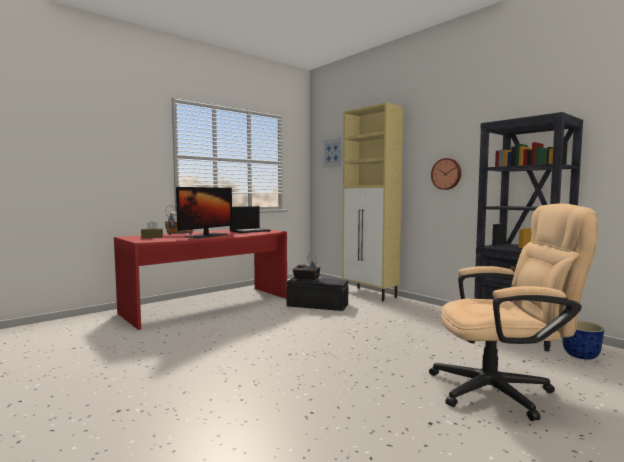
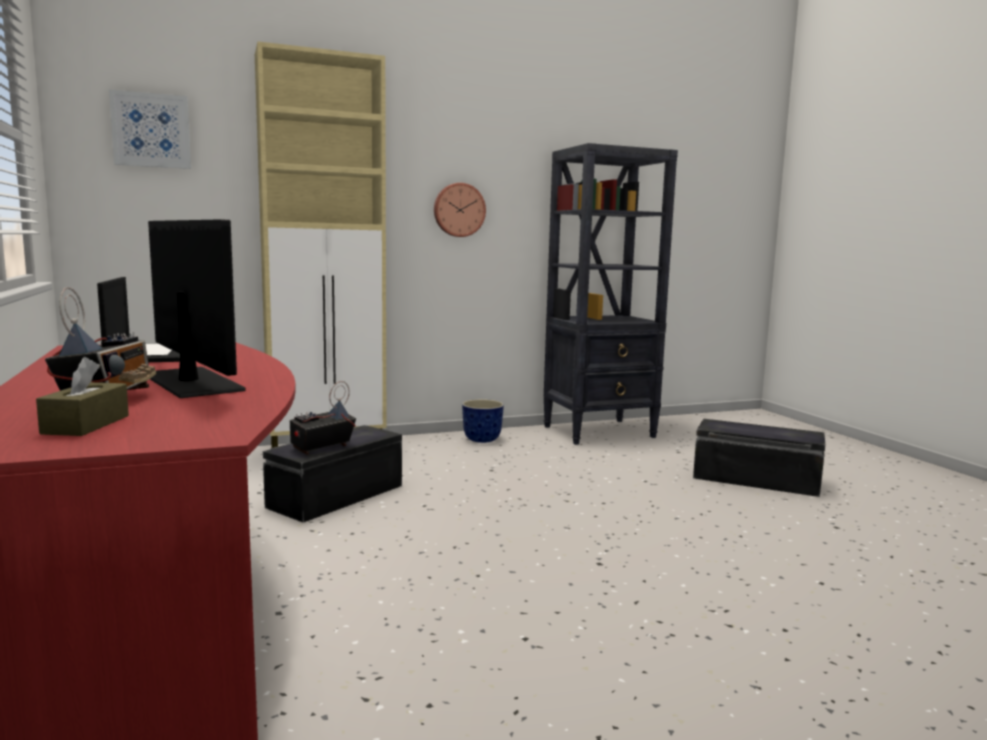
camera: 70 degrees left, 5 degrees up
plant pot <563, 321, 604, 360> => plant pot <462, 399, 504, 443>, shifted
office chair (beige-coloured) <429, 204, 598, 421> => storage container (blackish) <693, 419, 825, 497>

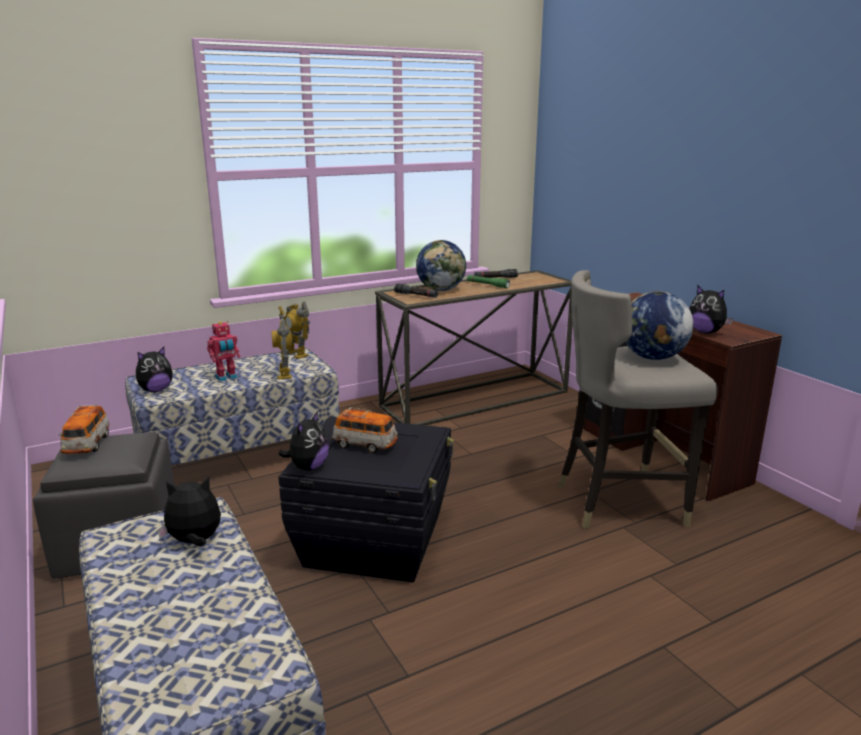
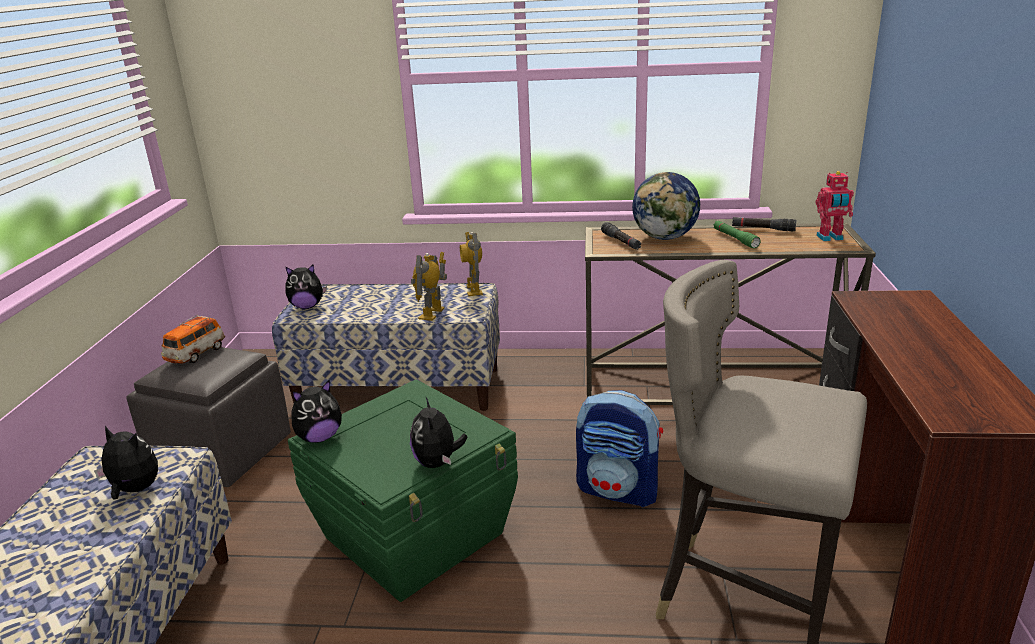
camera: 35 degrees right, 5 degrees up
toy car <332, 407, 398, 453> => nothing
globe <625, 291, 694, 360> => nothing
nothing => backpack <576, 390, 663, 507>
robot figure <207, 321, 240, 382> => robot figure <816, 171, 854, 241>, shifted
soft toy <690, 286, 733, 333> => soft toy <410, 396, 467, 468>, shifted
storage container (blackish) <278, 417, 454, 582> => storage container (green) <288, 379, 518, 602>

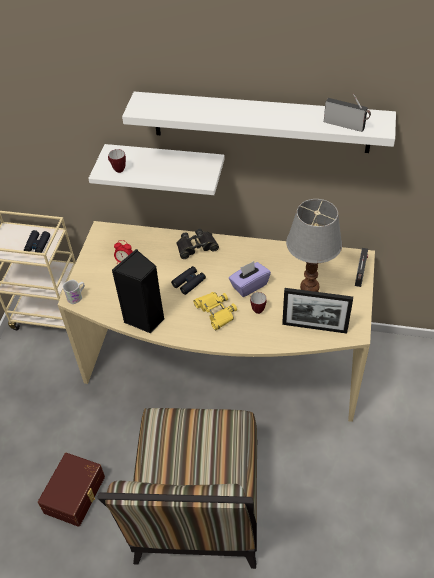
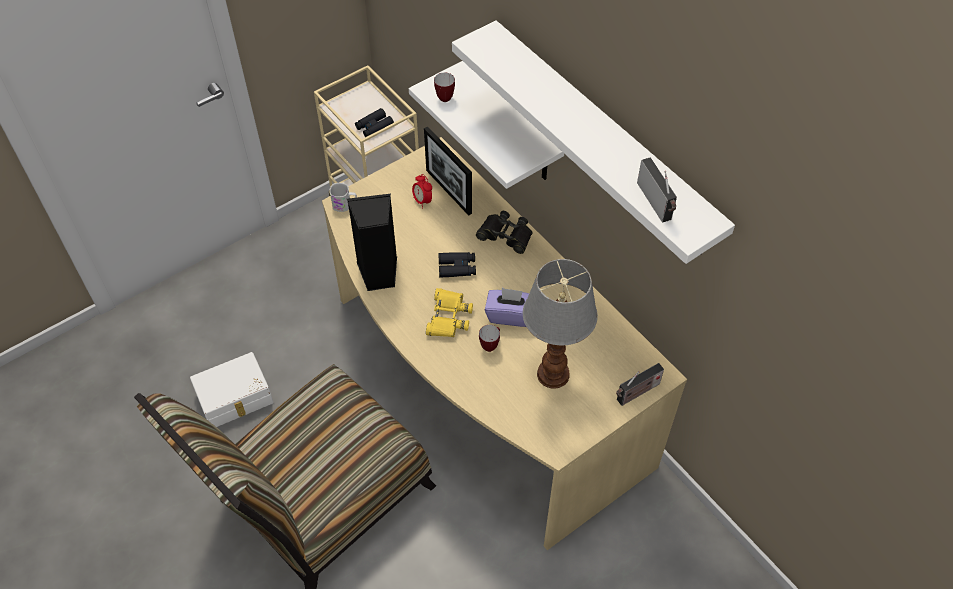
camera: 40 degrees right, 5 degrees up
standing frame <282, 288, 353, 334> => standing frame <424, 126, 472, 216>, shifted
storage container (brownish) <38, 453, 105, 527> => storage container (white-coloured) <190, 352, 273, 427>

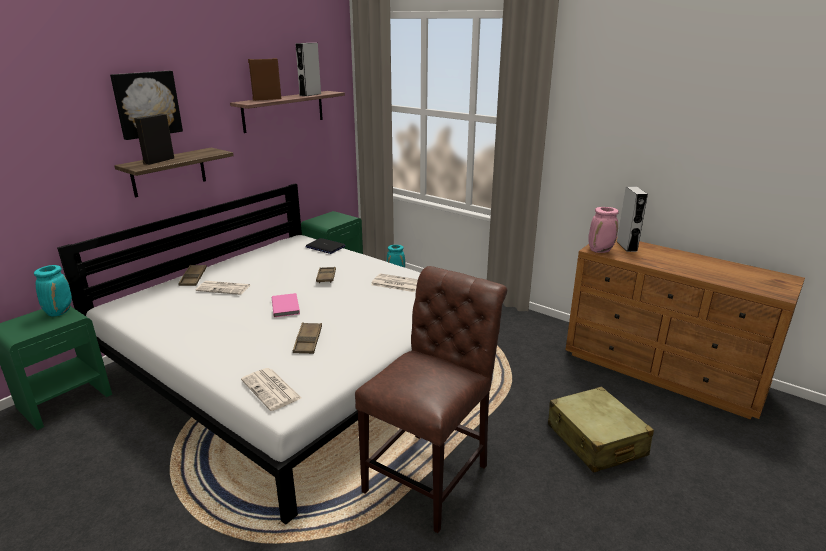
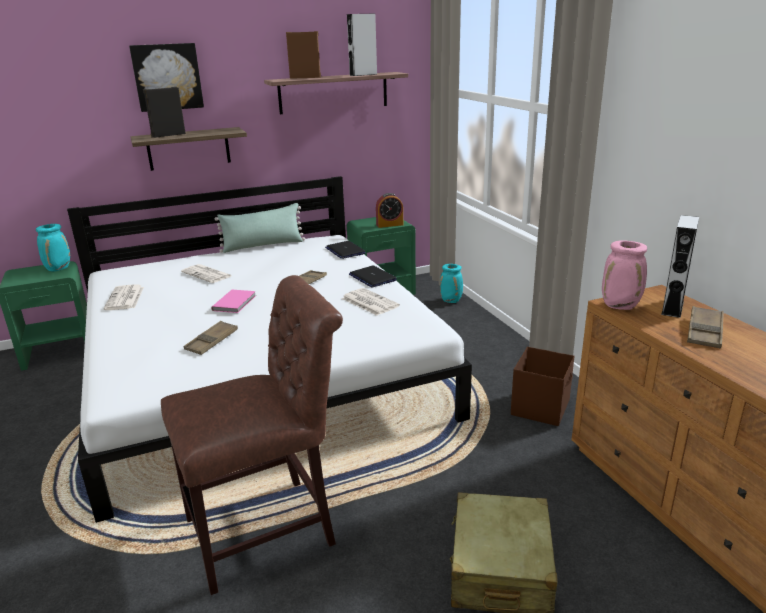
camera: 30 degrees right, 0 degrees up
nothing => throw pillow (green) <215, 203, 305, 253>
nothing => laptop <349, 265, 397, 288>
nothing => bedside clock <376, 193, 403, 228>
nothing => storage container (brownish) <511, 347, 575, 426>
carrying tray (brownish) <179, 265, 207, 286> => carrying tray (brownish) <687, 306, 724, 348>, shifted
daily paper <241, 368, 301, 411> => daily paper <104, 284, 144, 310>, shifted

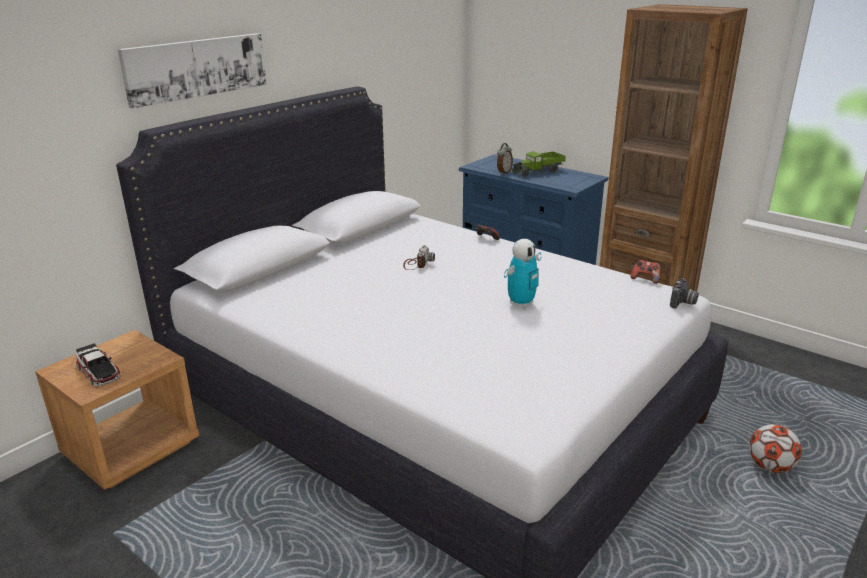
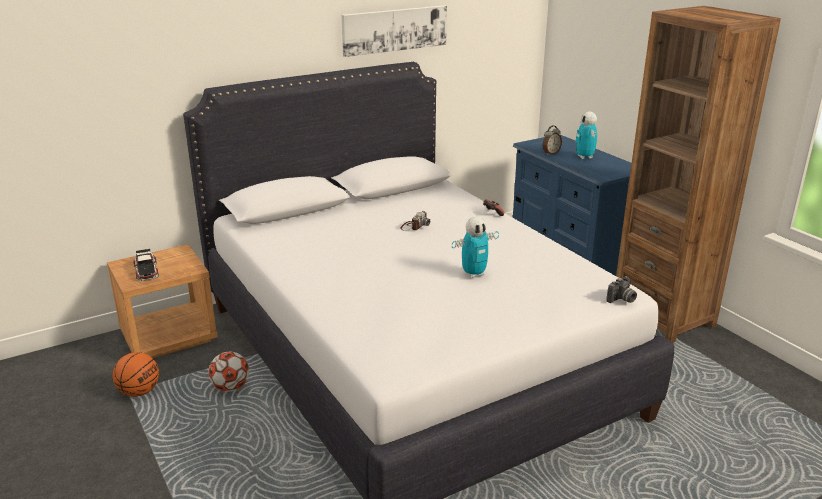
camera: 20 degrees right, 0 degrees up
game controller <630, 260, 660, 284> => nothing
nothing => basketball ball <113, 352, 159, 397>
wall picture <118, 33, 266, 109> => wall picture <341, 5, 447, 57>, shifted
football <749, 424, 802, 473> => football <209, 352, 249, 392>, shifted
toy lorry <512, 151, 566, 178> => robot figure <575, 111, 597, 159>

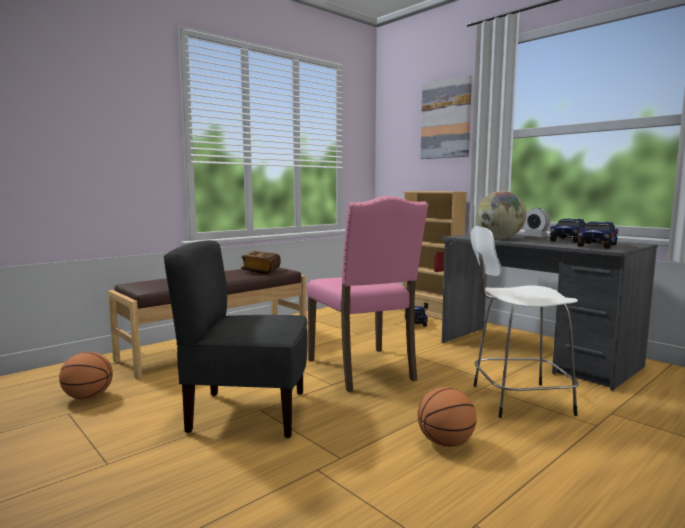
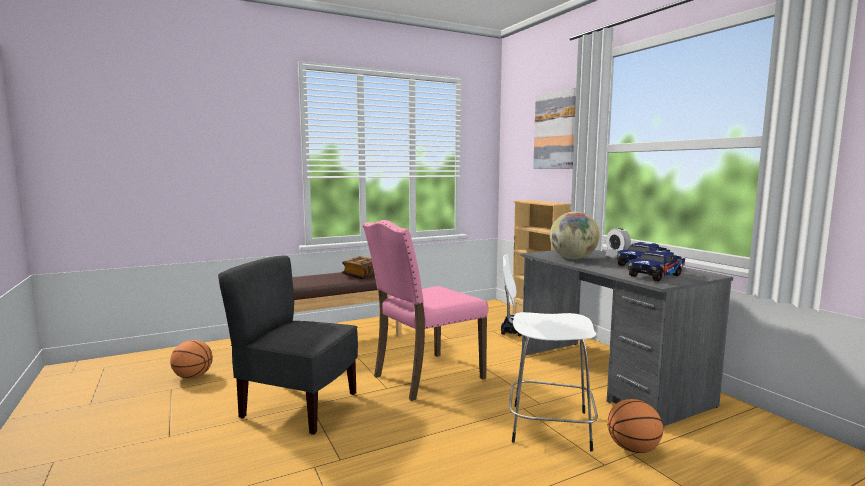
camera: 15 degrees right, 0 degrees up
basketball ball <418, 387, 477, 447> => basketball ball <607, 399, 663, 453>, shifted
plain chair (pink-coloured) <307, 196, 428, 392> => plain chair (pink-coloured) <362, 220, 489, 401>, 60 degrees clockwise

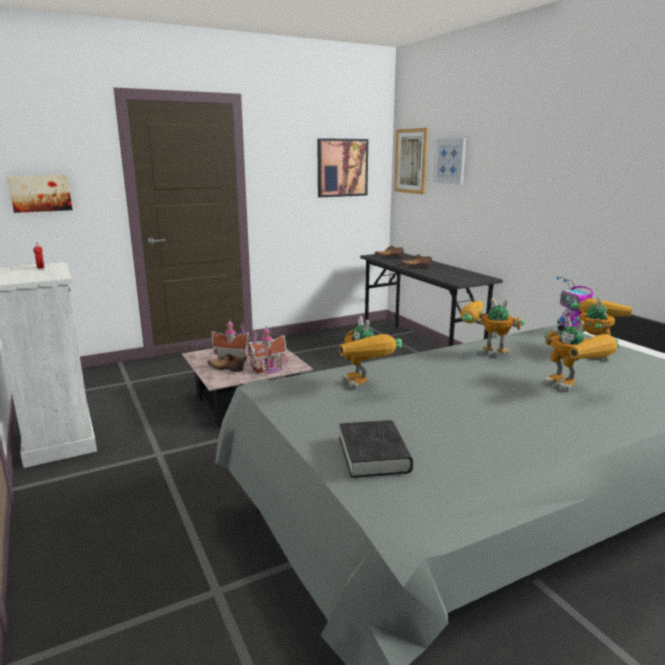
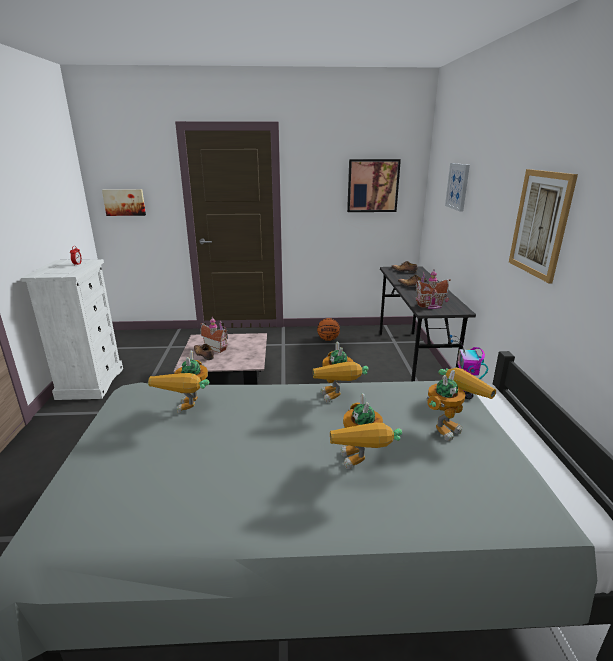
camera: 25 degrees right, 5 degrees up
bound book (blackish) <339, 420, 413, 478> => nothing
nothing => basketball ball <317, 318, 340, 341>
miniature house <246, 328, 289, 374> => miniature house <415, 270, 451, 309>, shifted
wall picture <394, 128, 428, 194> => wall picture <509, 169, 578, 284>, shifted
robot figure <460, 298, 525, 353> => robot figure <313, 341, 369, 402>, 150 degrees counterclockwise

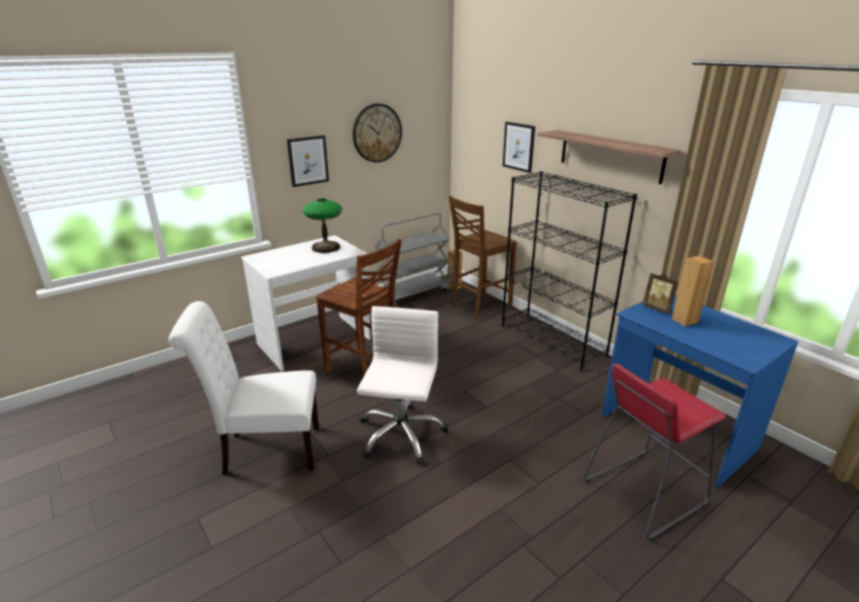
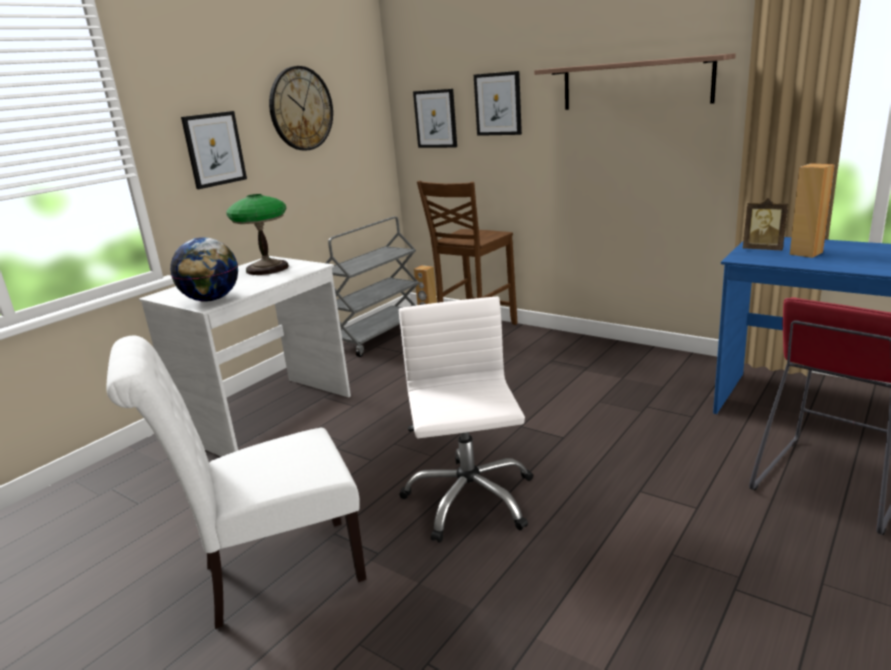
camera: 15 degrees left, 5 degrees down
plain chair (brownish) <316, 239, 402, 375> => nothing
bookcase (blackish) <502, 171, 637, 371> => nothing
nothing => globe <170, 237, 238, 302>
nothing => wall picture <413, 89, 457, 148>

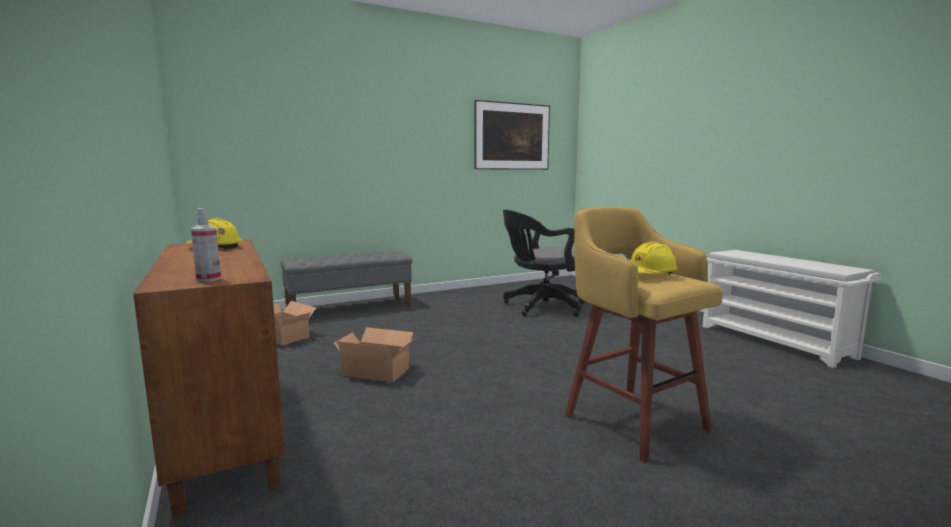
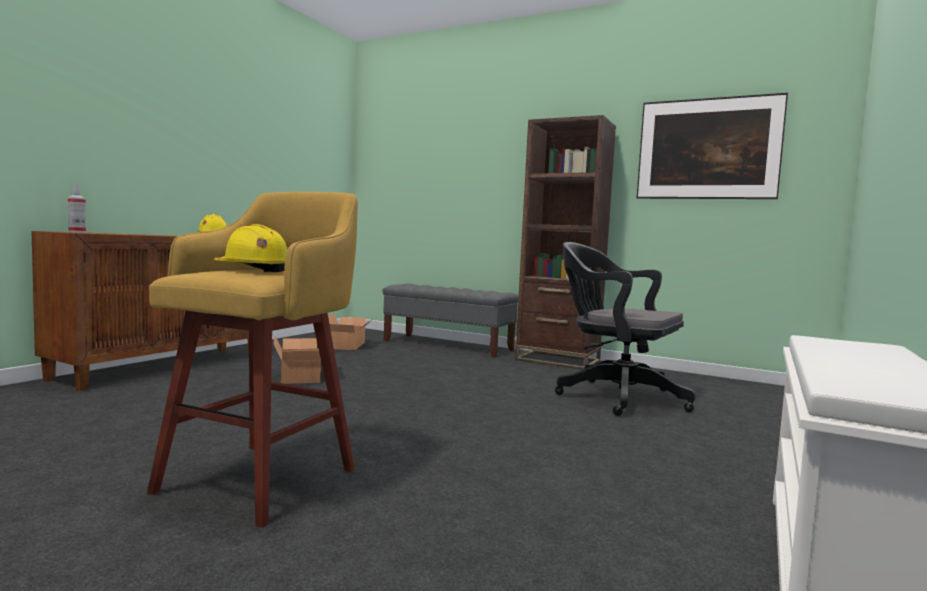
camera: 55 degrees right, 5 degrees down
nothing => bookcase (brownish) <515, 115, 616, 370>

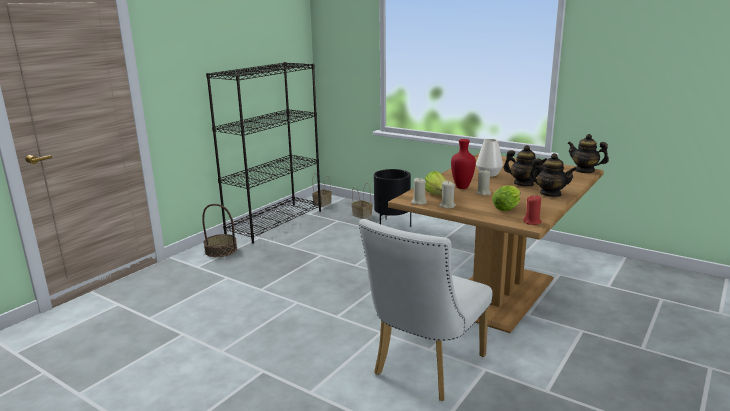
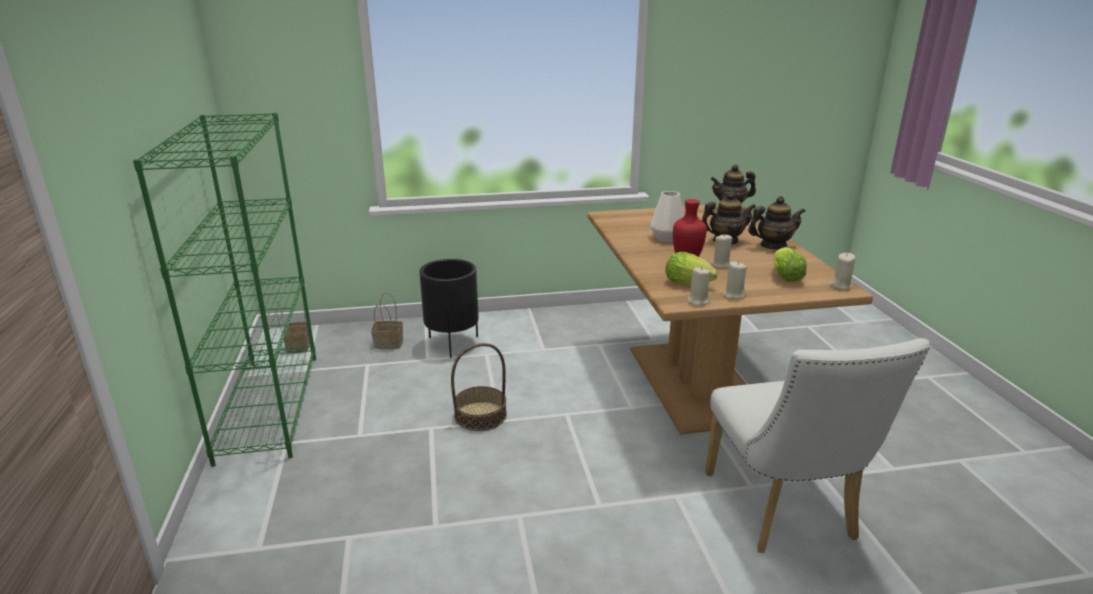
camera: 45 degrees left, 5 degrees up
household basket <202, 204, 237, 257> => household basket <451, 343, 507, 431>, shifted
bookcase (blackish) <206, 62, 321, 244> => bookcase (green) <133, 113, 316, 467>
wax light (red) <523, 195, 542, 225> => wax light (beige-coloured) <830, 253, 856, 290>

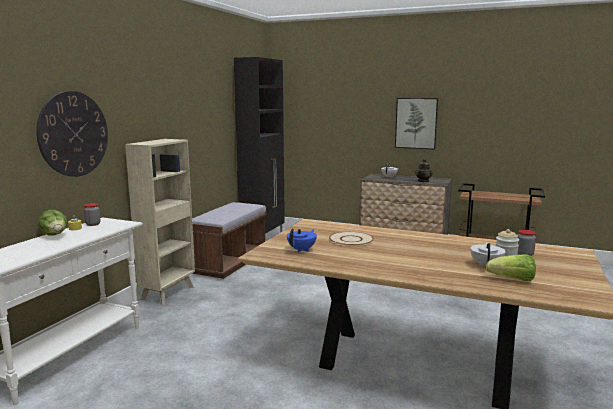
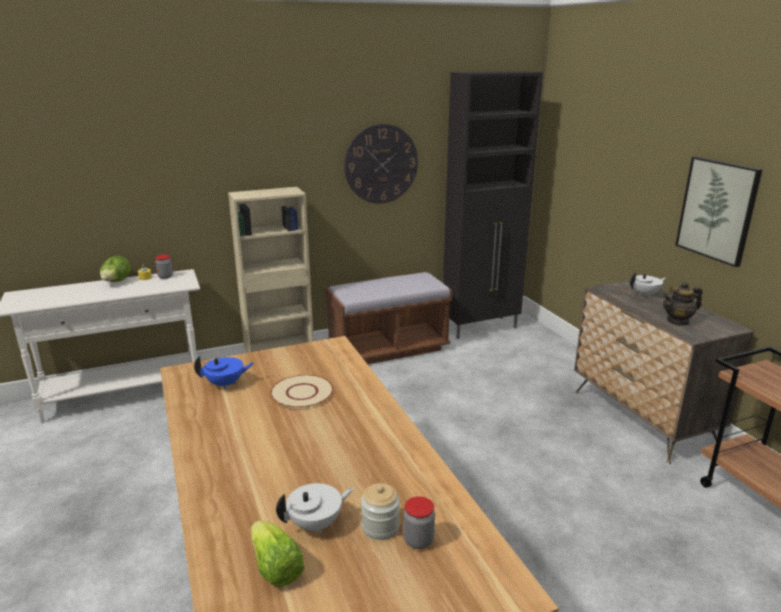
camera: 45 degrees right, 10 degrees up
wall clock <36, 91, 108, 177> => wall clock <344, 124, 418, 204>, shifted

